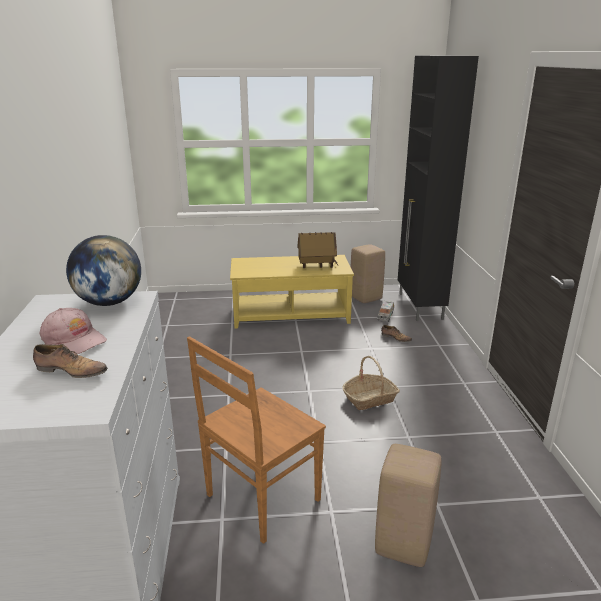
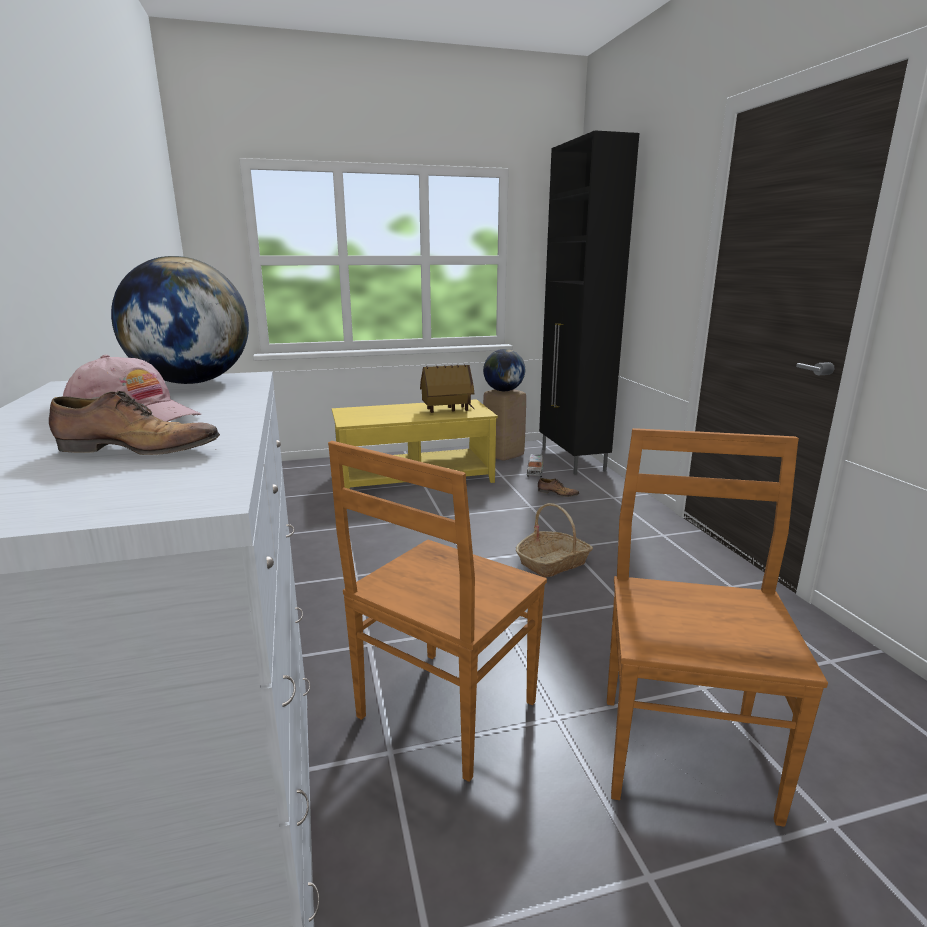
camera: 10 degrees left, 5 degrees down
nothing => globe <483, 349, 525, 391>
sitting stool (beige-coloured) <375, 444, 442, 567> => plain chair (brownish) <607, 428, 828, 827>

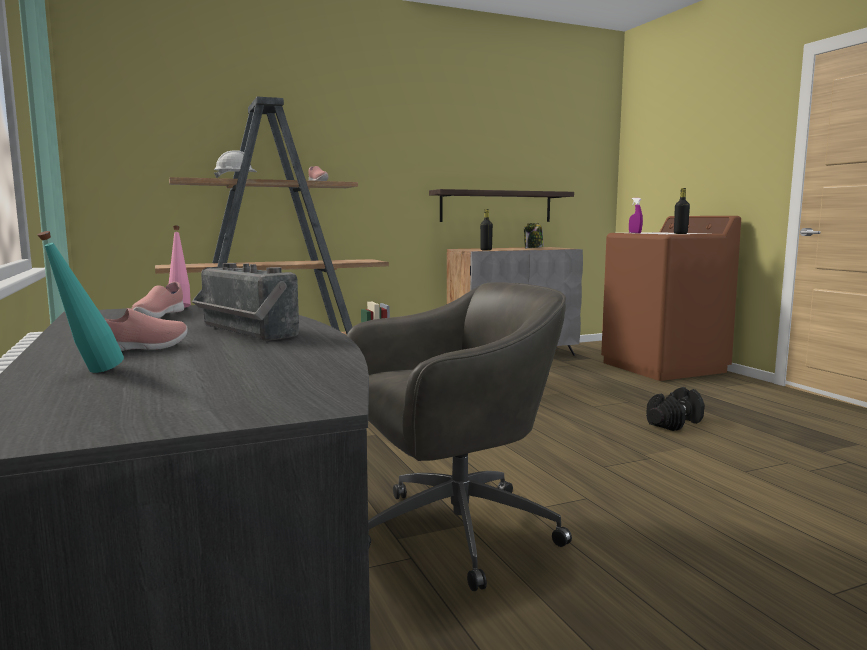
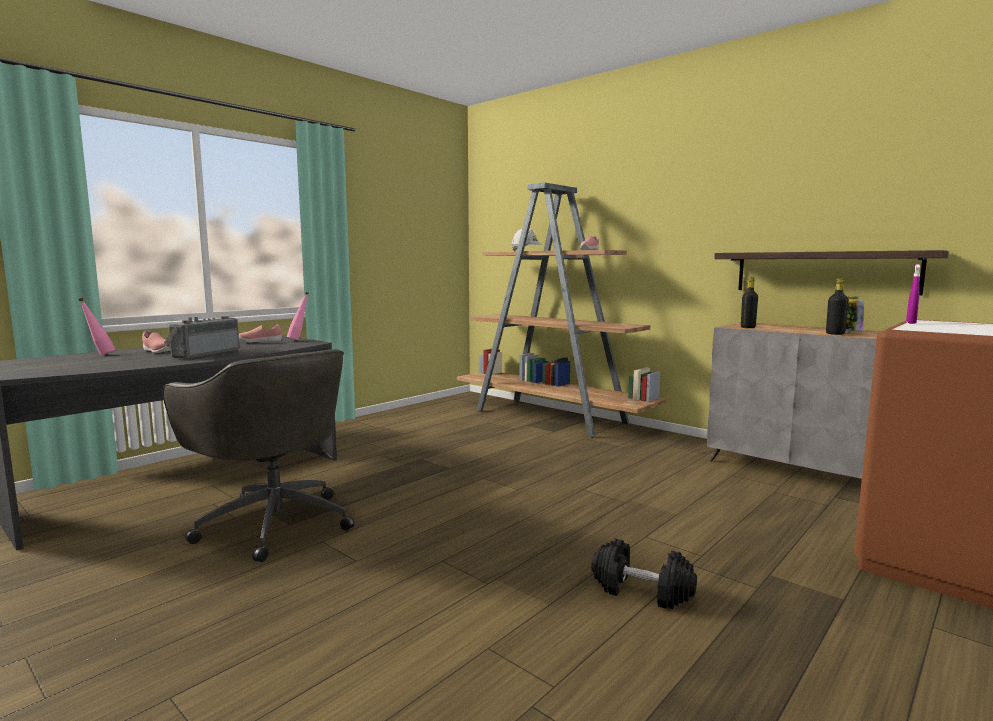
camera: 65 degrees right, 0 degrees up
beverage bottle (blackish) <674, 188, 690, 234> => beverage bottle (blackish) <826, 278, 849, 335>, shifted
beverage bottle (turquoise) <37, 231, 124, 373> => beverage bottle (pink-coloured) <78, 298, 116, 355>

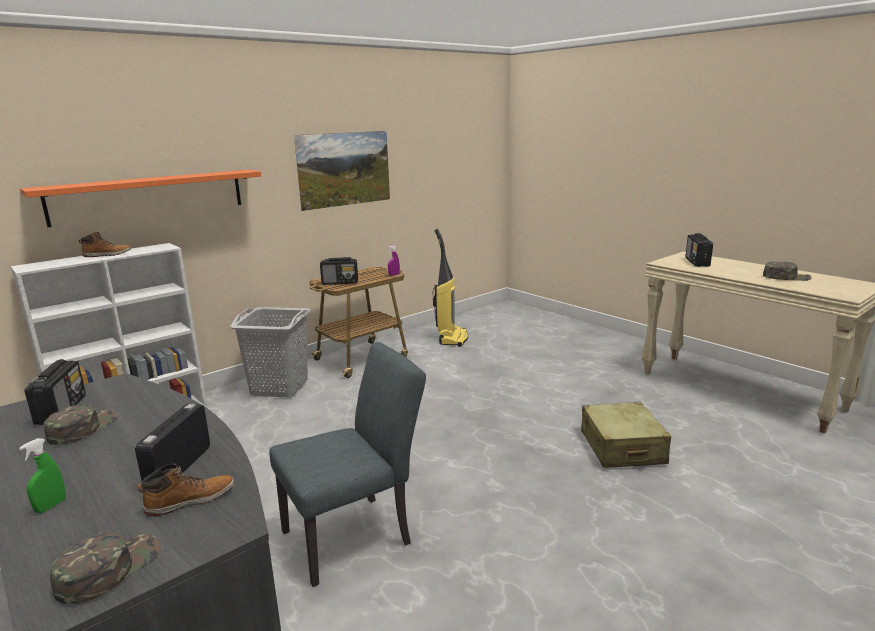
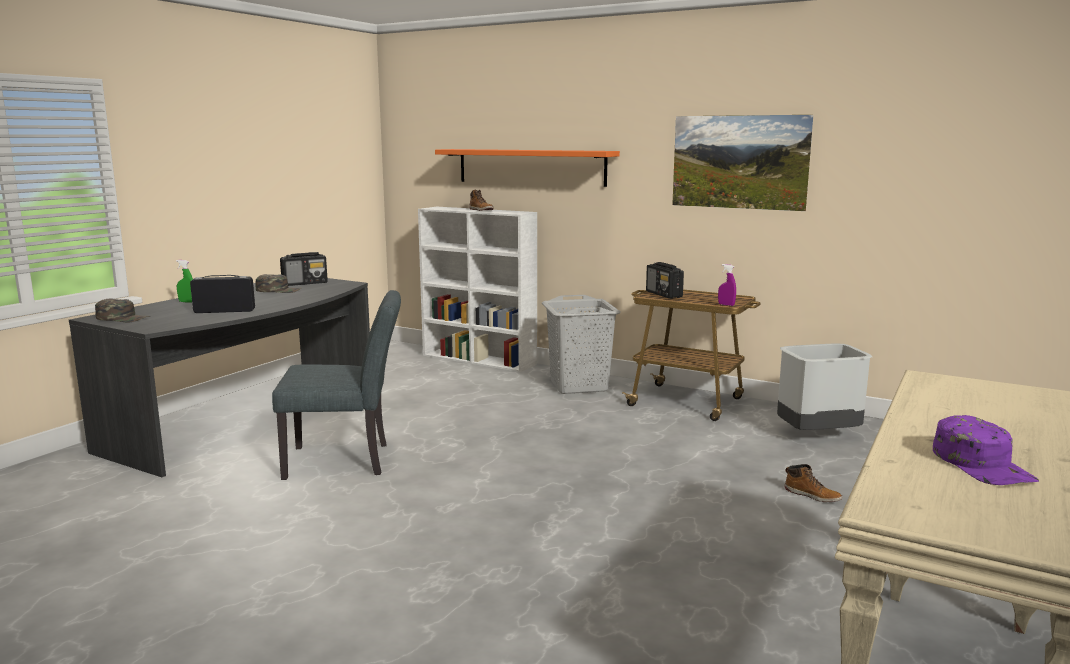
camera: 70 degrees right, 5 degrees down
suitcase (beige-coloured) <581, 402, 671, 468> => nothing
radio set <685, 233, 713, 267> => nothing
boot <138, 464, 234, 516> => boot <784, 464, 842, 502>, shifted
hoover <433, 229, 468, 347> => trash can (gray) <777, 343, 872, 430>
peaked cap (green) <763, 261, 812, 281> => peaked cap (purplish) <933, 415, 1039, 485>
plain chair (gray) <269, 342, 426, 587> => plain chair (gray) <272, 290, 401, 480>, 45 degrees counterclockwise

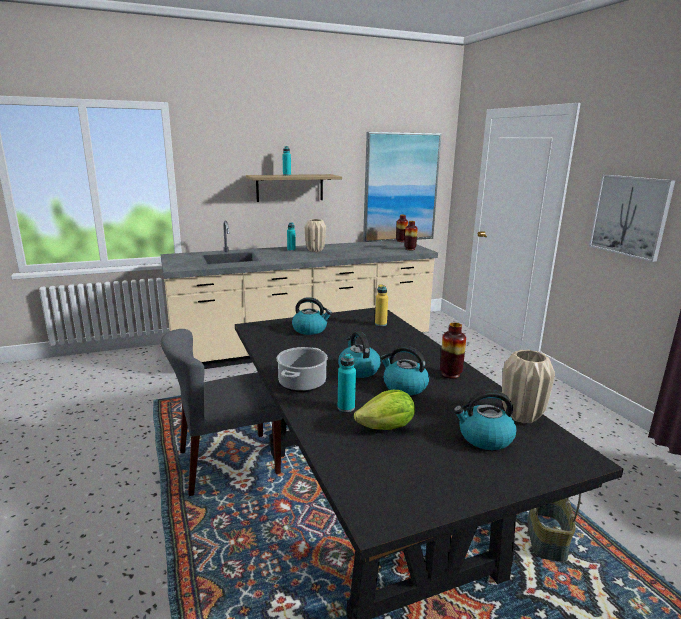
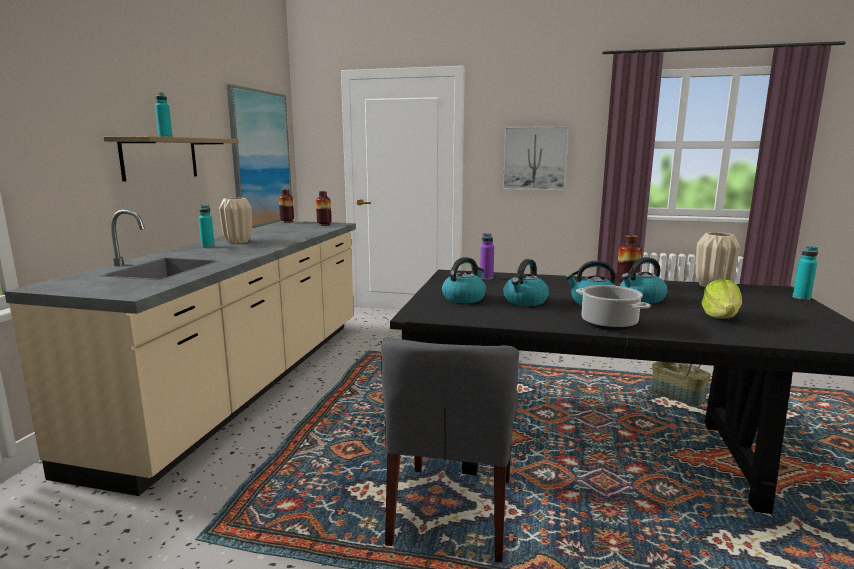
camera: 55 degrees left, 5 degrees down
beverage bottle (turquoise) <338, 353, 356, 412> => beverage bottle (turquoise) <792, 246, 818, 300>, shifted
kettle <453, 390, 517, 450> => kettle <503, 259, 549, 306>, shifted
beverage bottle (yellowish) <375, 284, 388, 326> => beverage bottle (purplish) <480, 233, 494, 280>

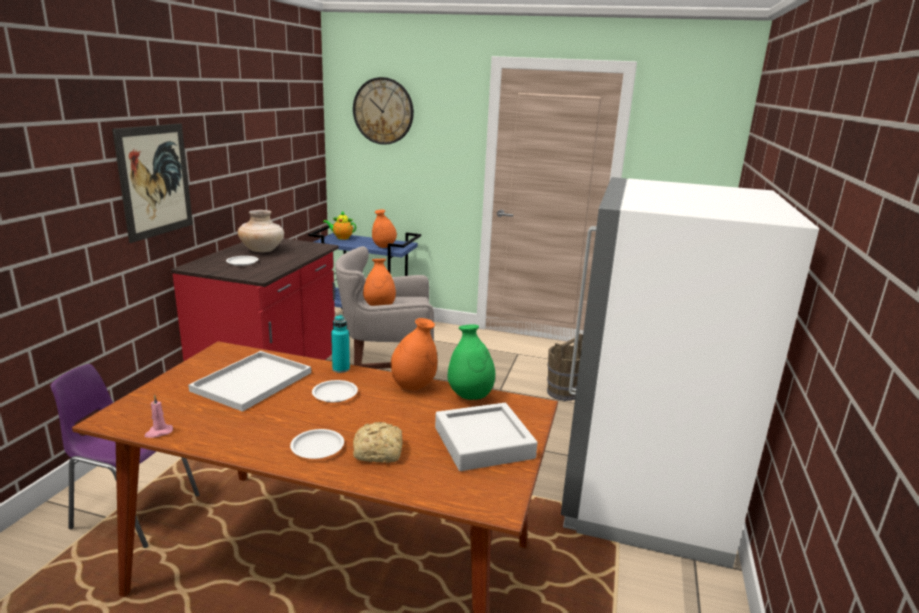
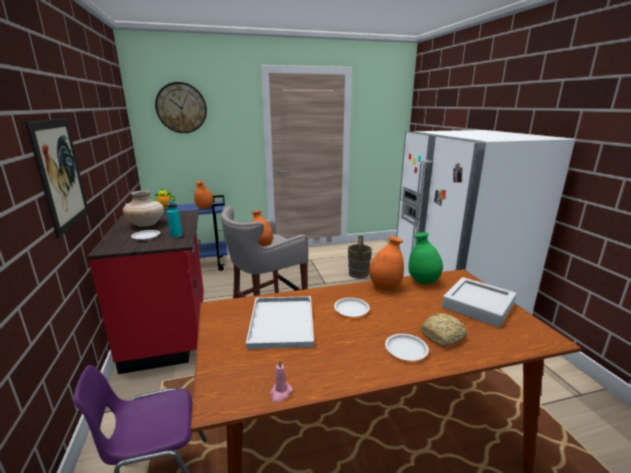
camera: 30 degrees left, 0 degrees up
beverage bottle (turquoise) <331, 315, 350, 373> => beverage bottle (turquoise) <167, 200, 182, 238>, shifted

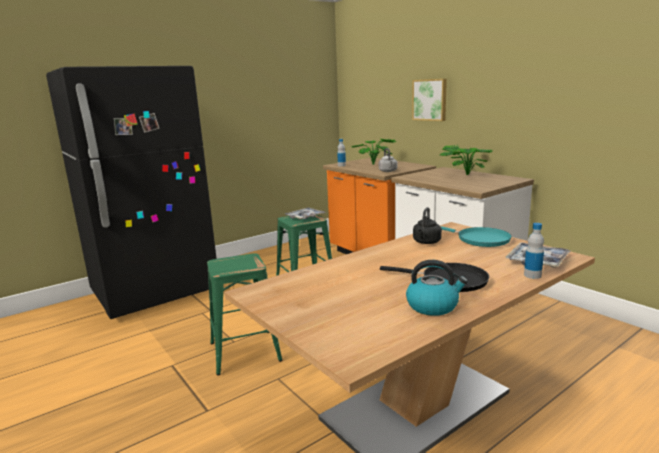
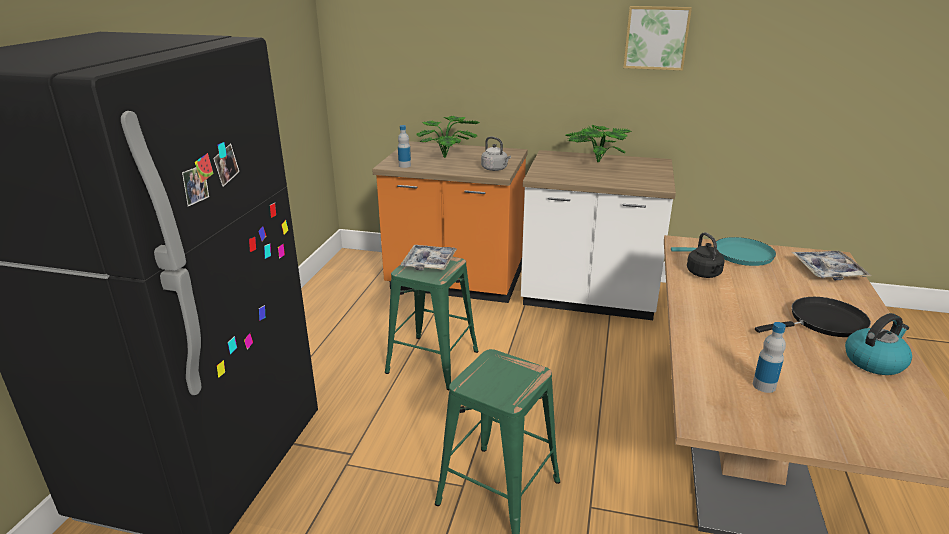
camera: 40 degrees left, 10 degrees up
wall picture <412, 79, 447, 121> => wall picture <623, 6, 692, 71>, shifted
beverage bottle <524, 223, 544, 279> => beverage bottle <753, 322, 786, 393>, shifted

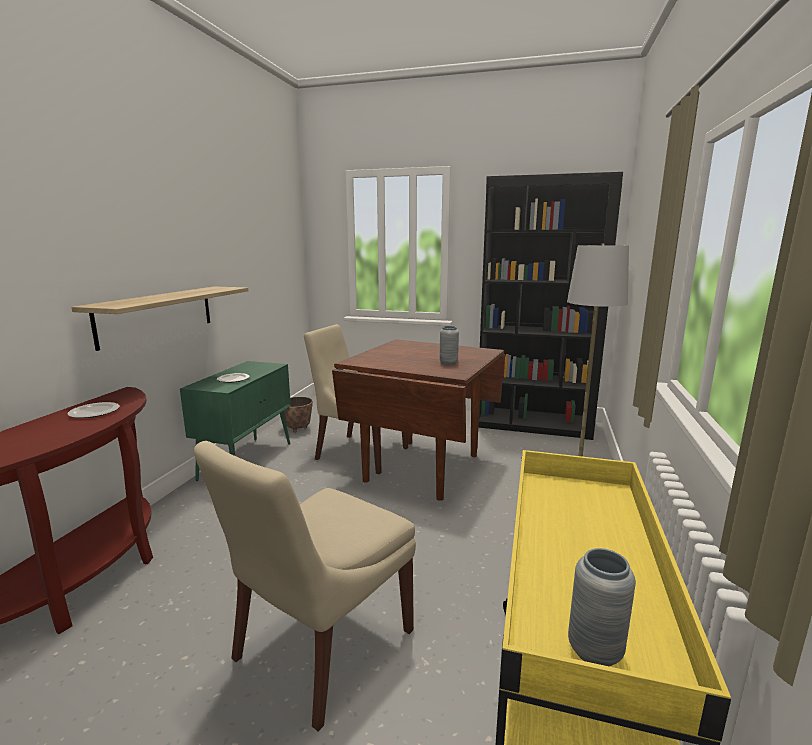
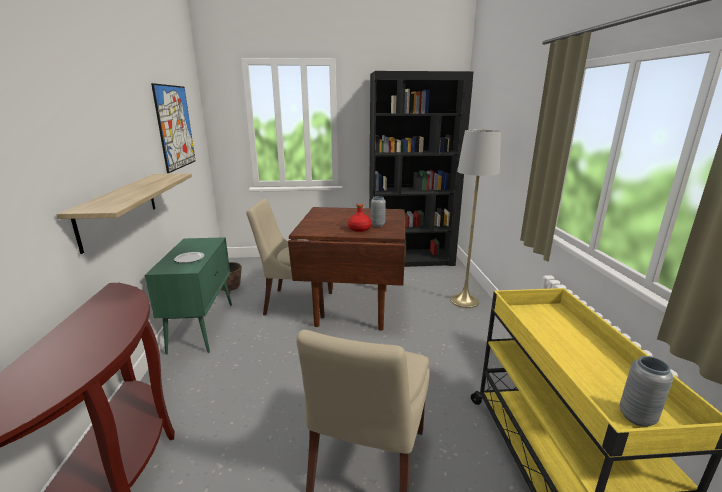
camera: 20 degrees left, 5 degrees up
dinner plate <67, 402, 120, 418> => nothing
nothing => wall picture <151, 83, 195, 173>
nothing => beverage bottle (red) <348, 204, 372, 232>

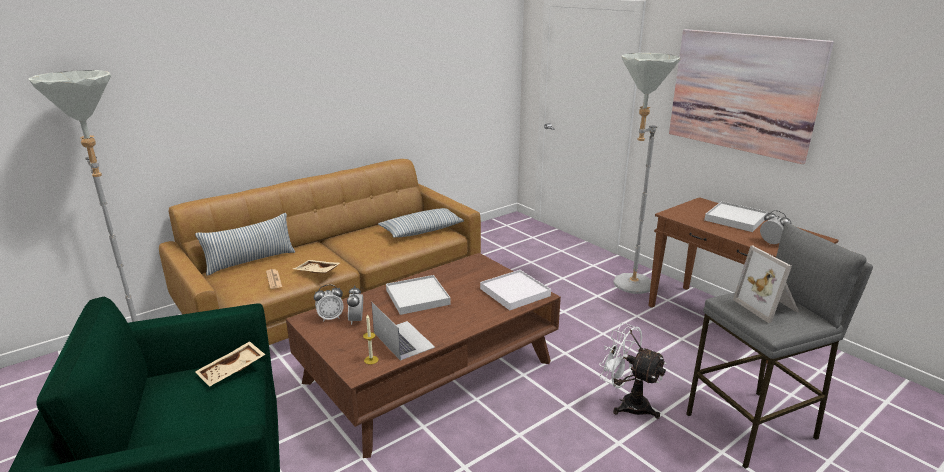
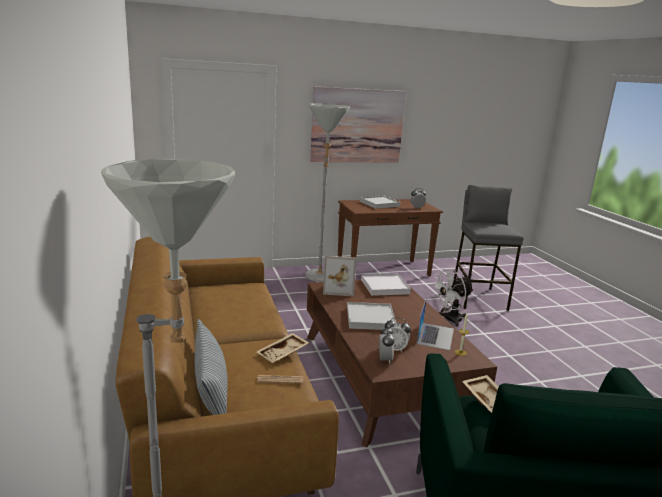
camera: 70 degrees left, 5 degrees down
throw pillow <378, 208, 464, 238> => nothing
standing frame <733, 246, 799, 323> => standing frame <323, 256, 356, 296>, shifted
laptop <372, 302, 435, 361> => laptop <417, 297, 454, 350>, 120 degrees clockwise

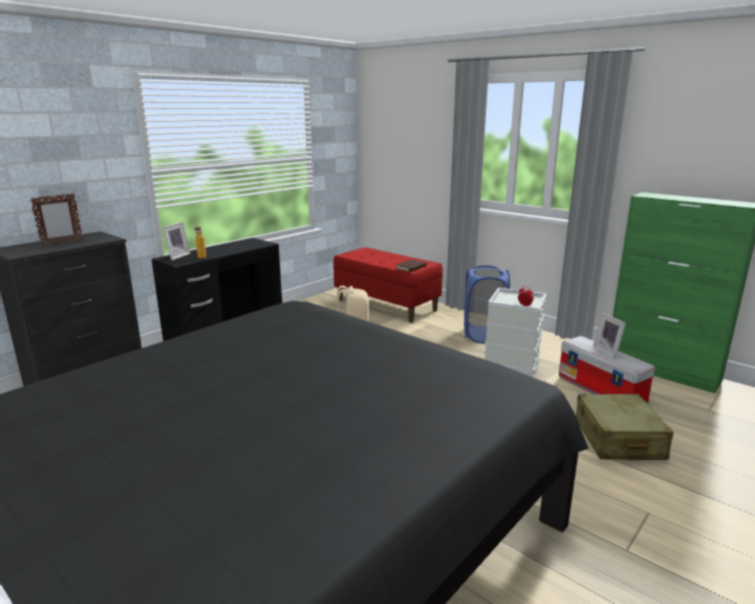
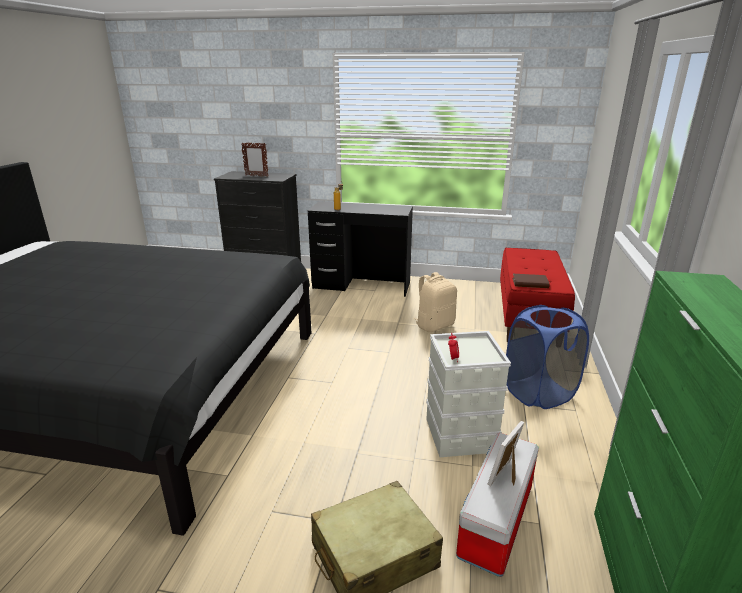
camera: 60 degrees right, 5 degrees up
standing frame <163, 222, 191, 260> => nothing

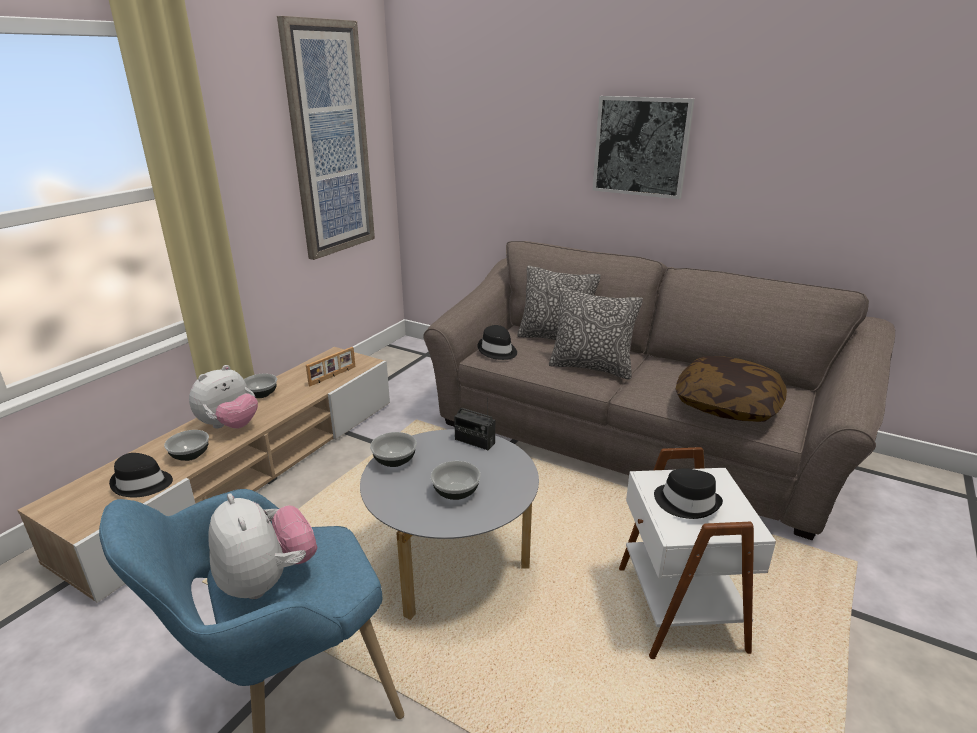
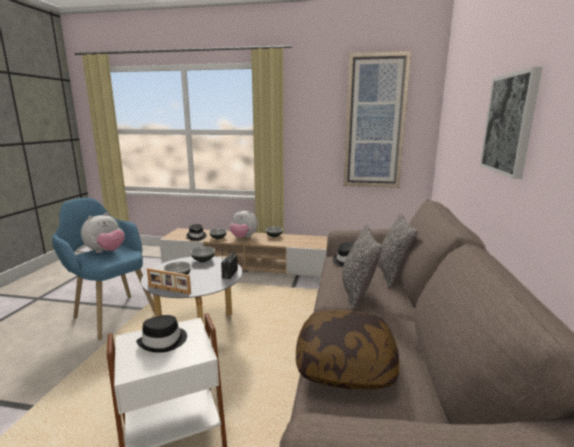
camera: 70 degrees right, 10 degrees down
standing frame <306, 347, 356, 386> => standing frame <147, 268, 191, 295>, shifted

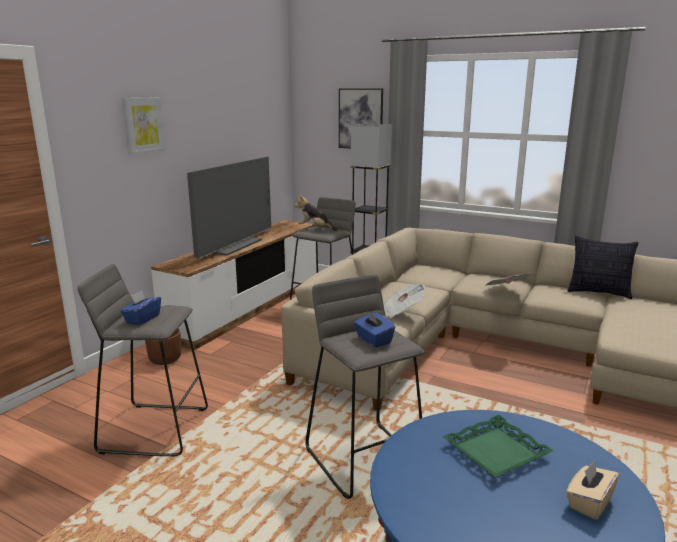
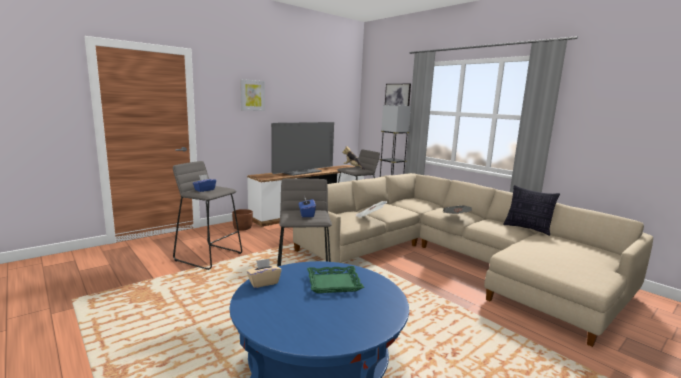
camera: 20 degrees right, 5 degrees down
tissue holder (beige-coloured) <566, 460, 619, 520> => tissue holder (beige-coloured) <247, 259, 281, 288>, shifted

